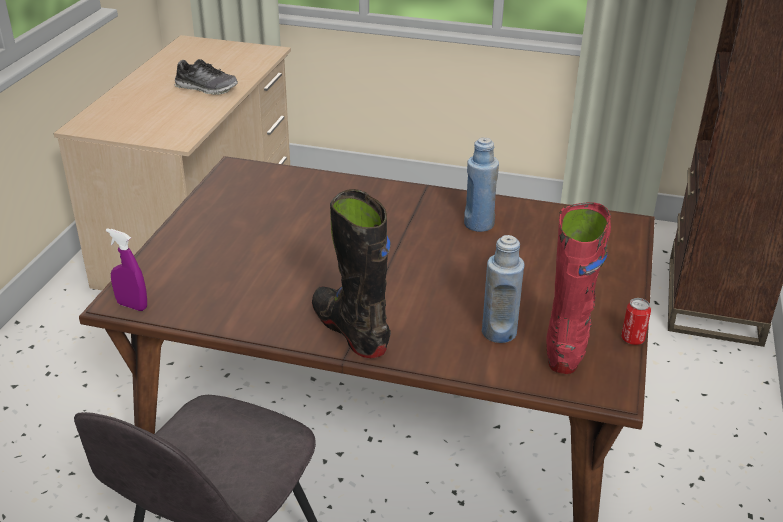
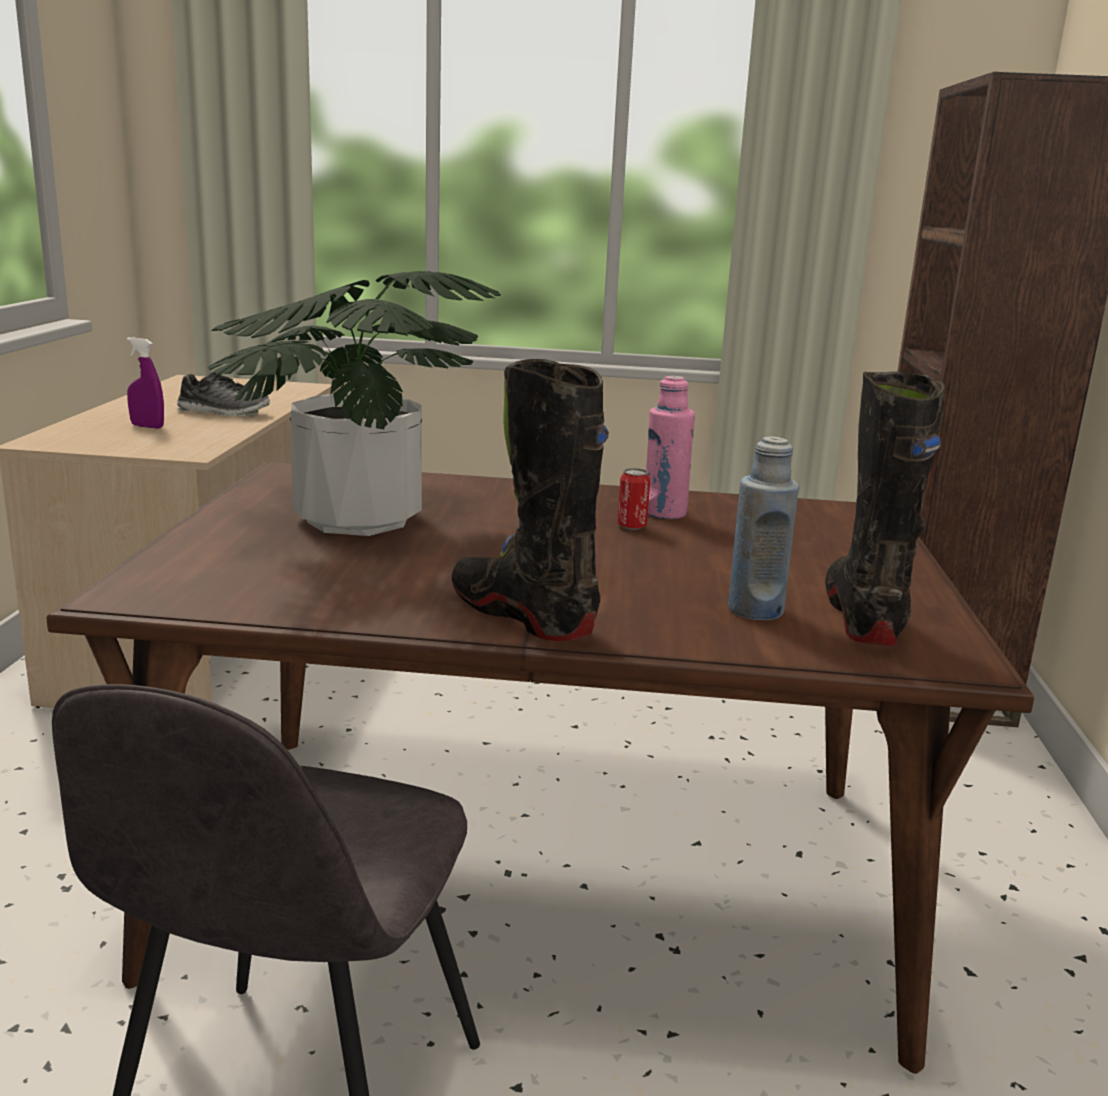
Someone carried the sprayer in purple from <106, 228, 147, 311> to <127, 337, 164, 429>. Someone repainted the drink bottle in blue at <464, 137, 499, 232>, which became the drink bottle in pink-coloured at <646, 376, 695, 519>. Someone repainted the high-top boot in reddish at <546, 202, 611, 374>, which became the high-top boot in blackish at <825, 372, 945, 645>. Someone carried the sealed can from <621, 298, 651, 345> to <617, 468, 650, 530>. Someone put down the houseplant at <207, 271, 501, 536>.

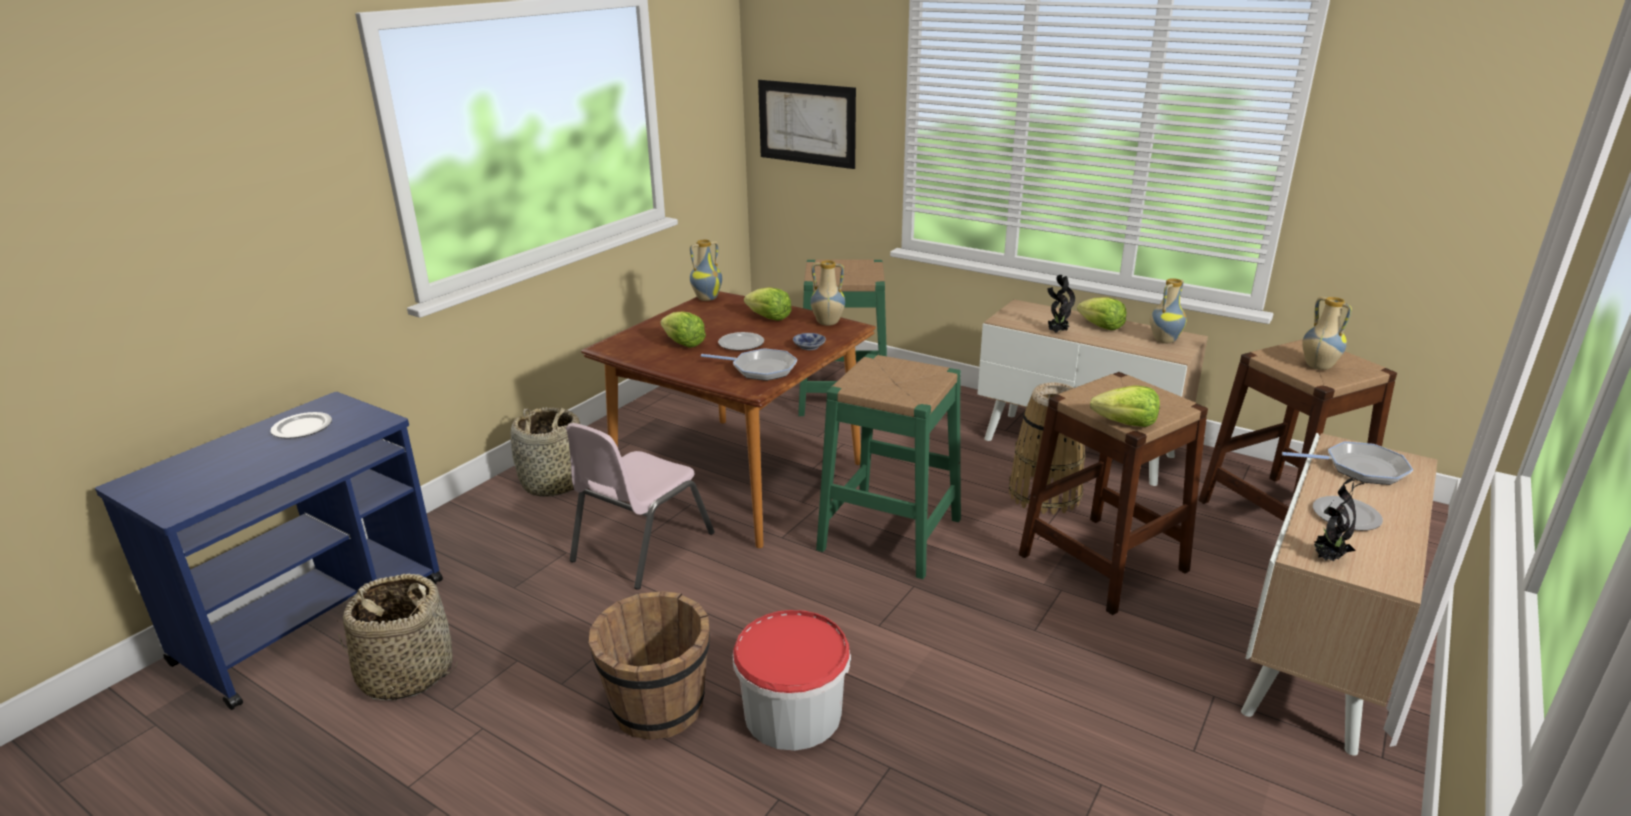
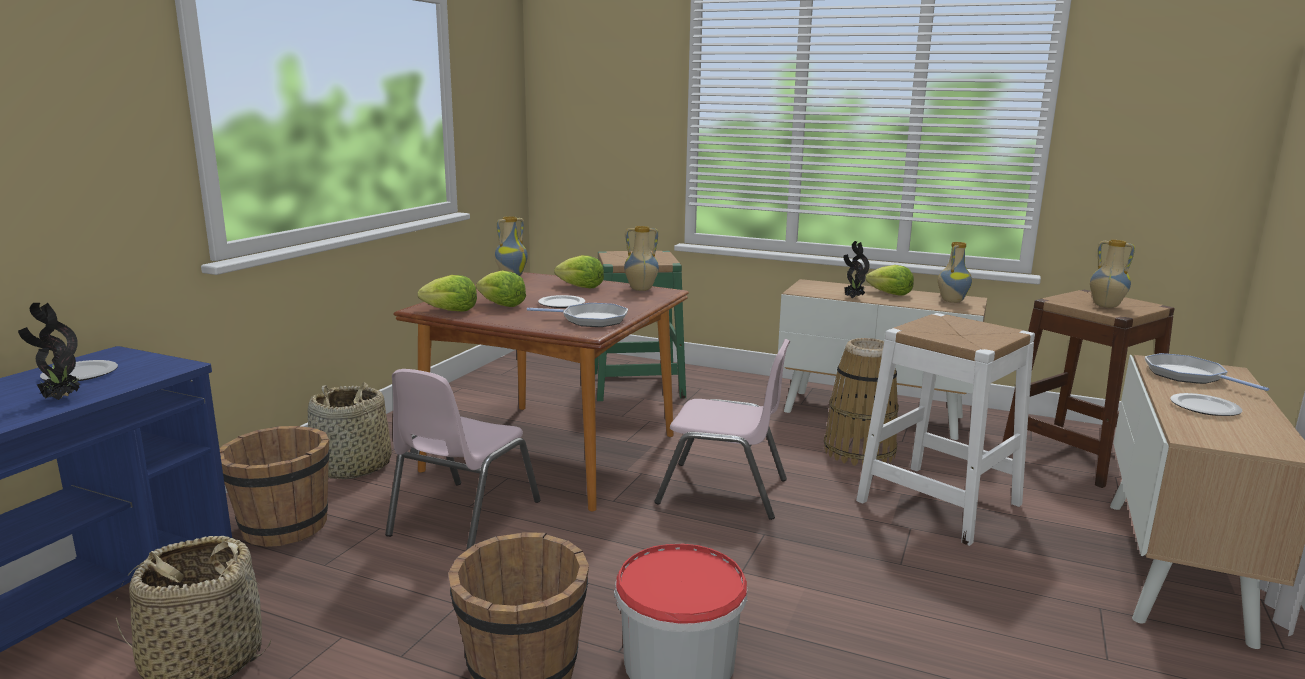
Someone took away the wall picture at <758, 80, 856, 169>. Someone took away the bowl at <793, 333, 826, 350>. Someone swapped the stool seat in green-coloured at <816, 354, 961, 579> for the chair in pink-coloured at <654, 339, 790, 520>. Someone repainted the stool seat in brownish at <1019, 372, 1208, 615>, which became the stool seat in white at <856, 313, 1035, 546>. Someone carried the lettuce head from <1090, 385, 1160, 427> to <418, 275, 477, 312>. Someone rotated the frying pan at <1282, 441, 1413, 485> by 120 degrees counterclockwise. Someone carried the houseplant from <1313, 478, 1364, 562> to <18, 303, 80, 400>. Someone put down the bucket in brownish at <219, 426, 330, 547>.

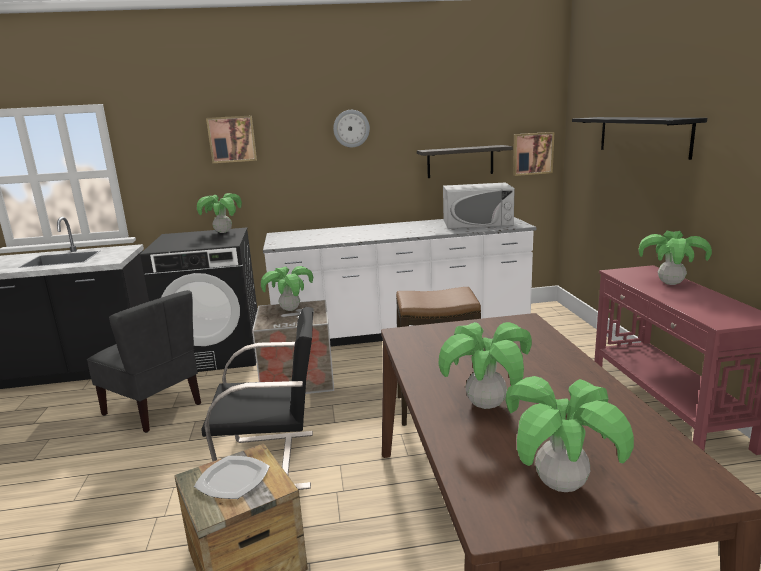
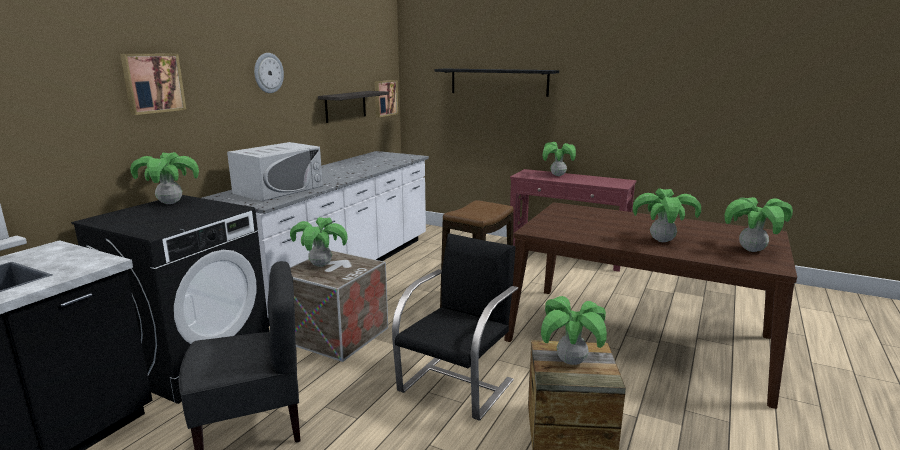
Someone swapped the plate at <194, 456, 270, 499> for the houseplant at <541, 296, 607, 365>. Someone carried the kitchen microwave in white from <443, 183, 515, 229> to <227, 142, 323, 201>.

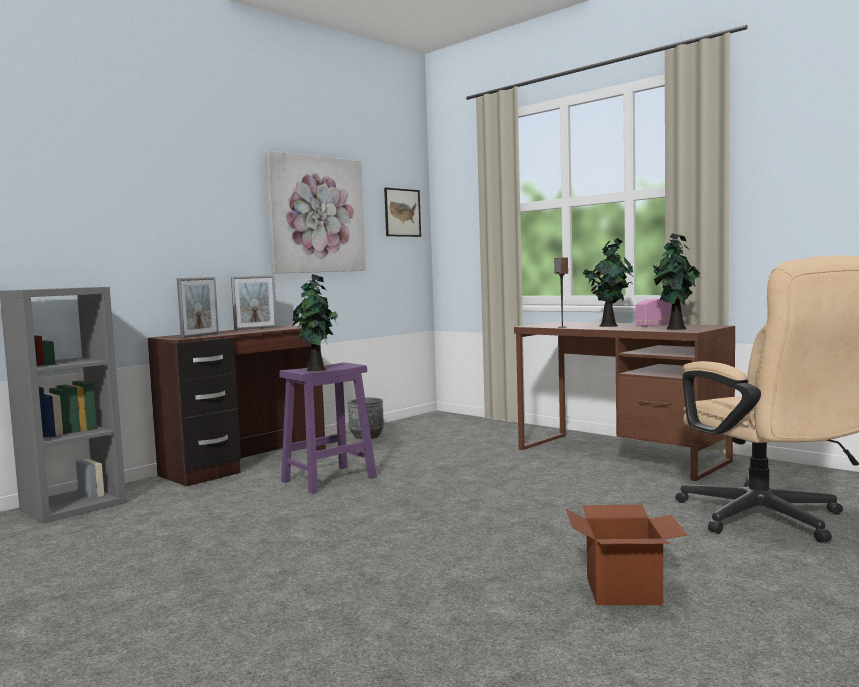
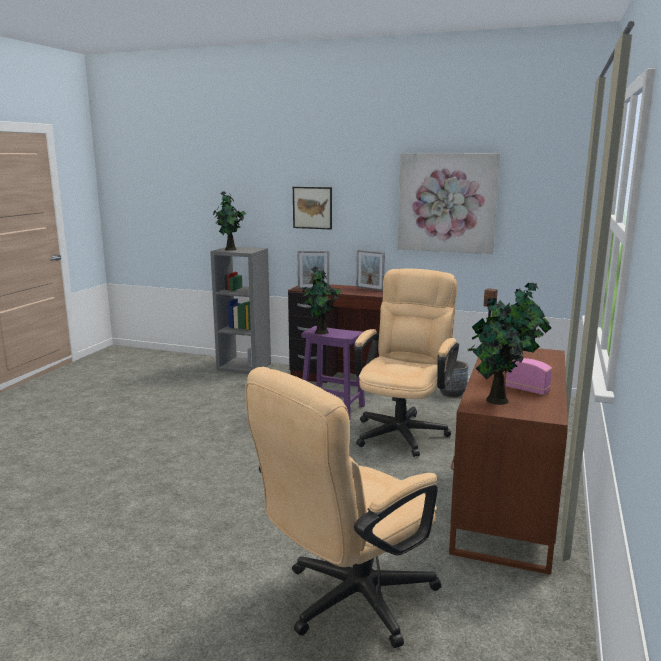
Someone carried the wall picture from <384, 188, 421, 237> to <293, 187, 332, 229>. Someone took away the packing box at <566, 505, 688, 605>. Someone put down the houseplant at <213, 191, 246, 251>. Someone put down the office chair in sand-coloured at <354, 269, 459, 457>.

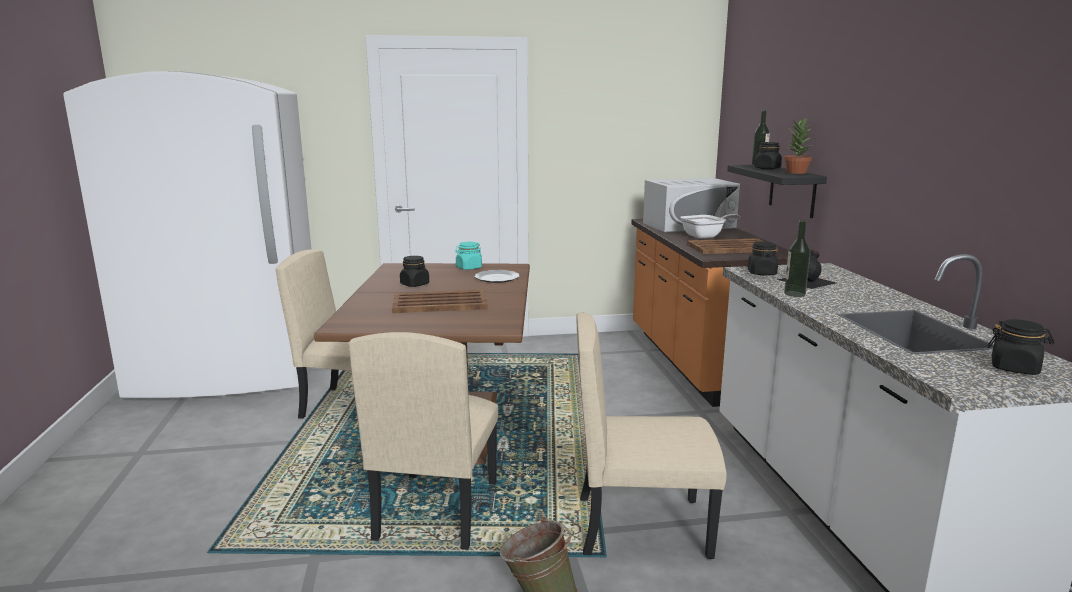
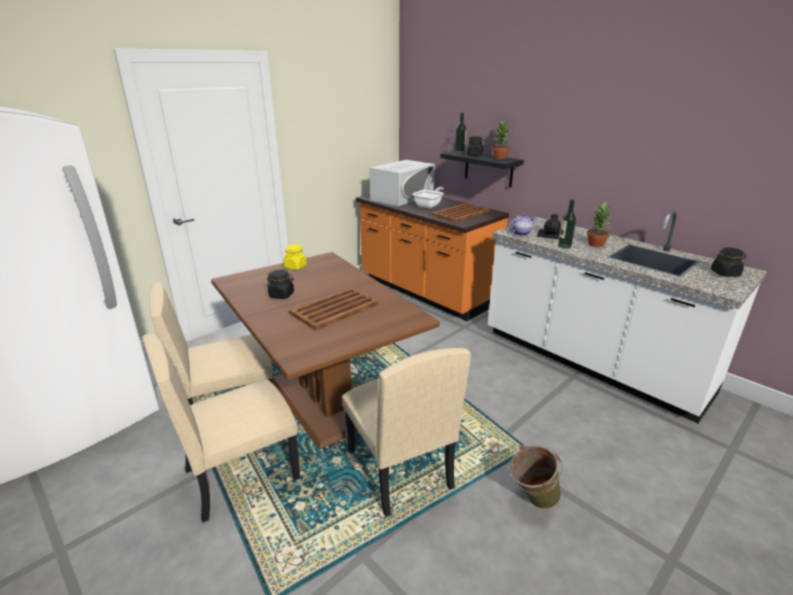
Someone repainted the jar in turquoise-coloured at <455, 242, 482, 270>, which became the jar in yellow at <283, 244, 307, 270>. Someone took away the plate at <475, 270, 520, 283>. Someone carried the chair in sand-coloured from <576, 312, 727, 559> to <142, 333, 300, 522>. Someone swapped the jar in blackish at <748, 241, 778, 275> for the teapot at <509, 214, 536, 236>. Someone put down the houseplant at <587, 201, 612, 247>.

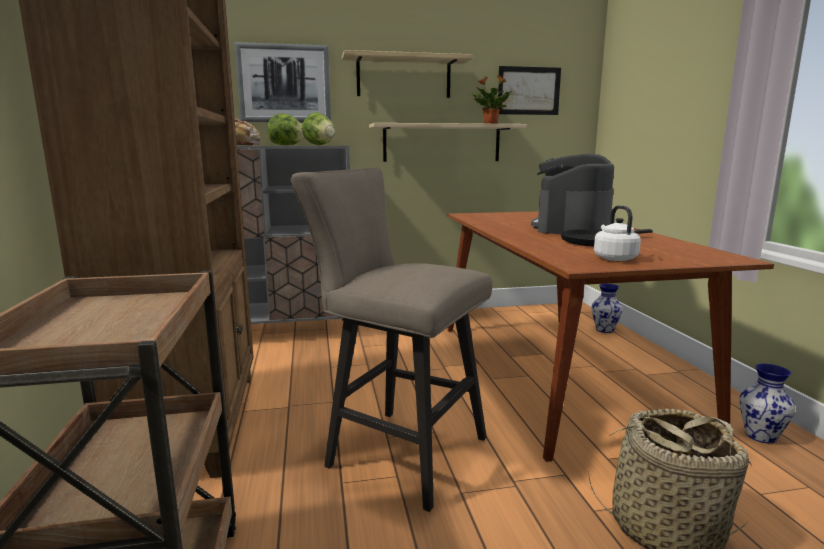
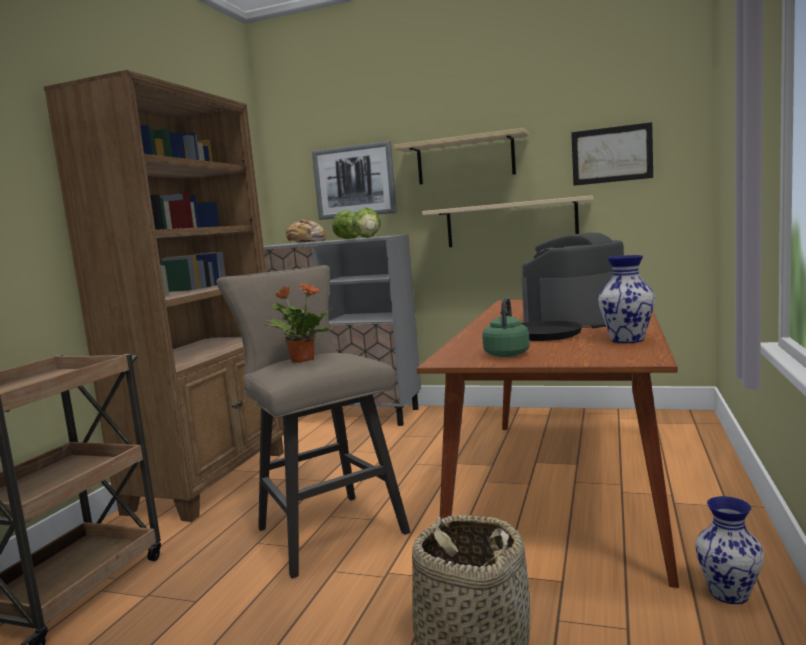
Someone carried the houseplant from <473, 75, 513, 124> to <265, 283, 333, 363>. Someone carried the vase from <591, 284, 623, 333> to <598, 255, 655, 343>. Someone repainted the water kettle in white at <594, 205, 641, 261>, which became the water kettle in green-coloured at <482, 297, 530, 357>.

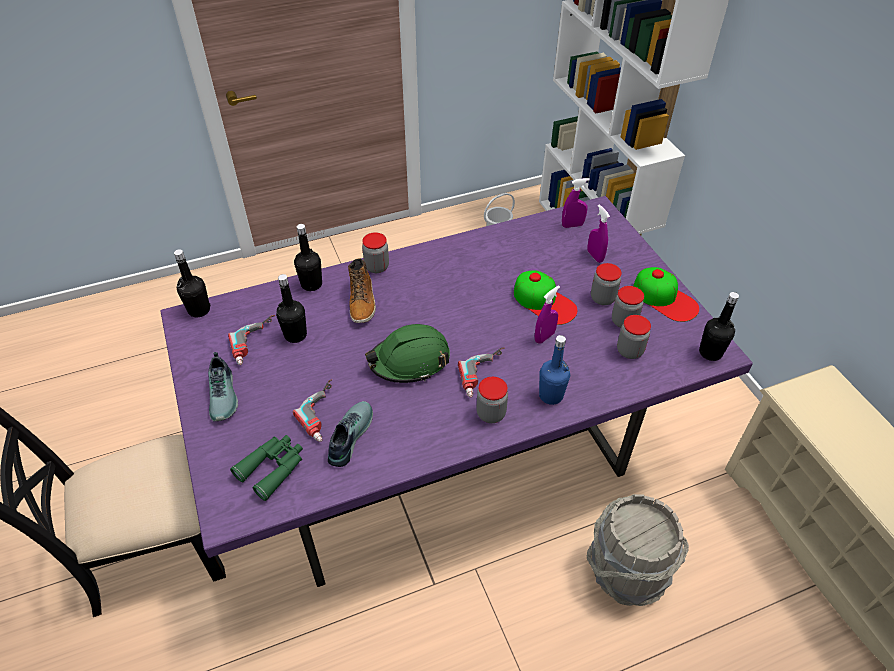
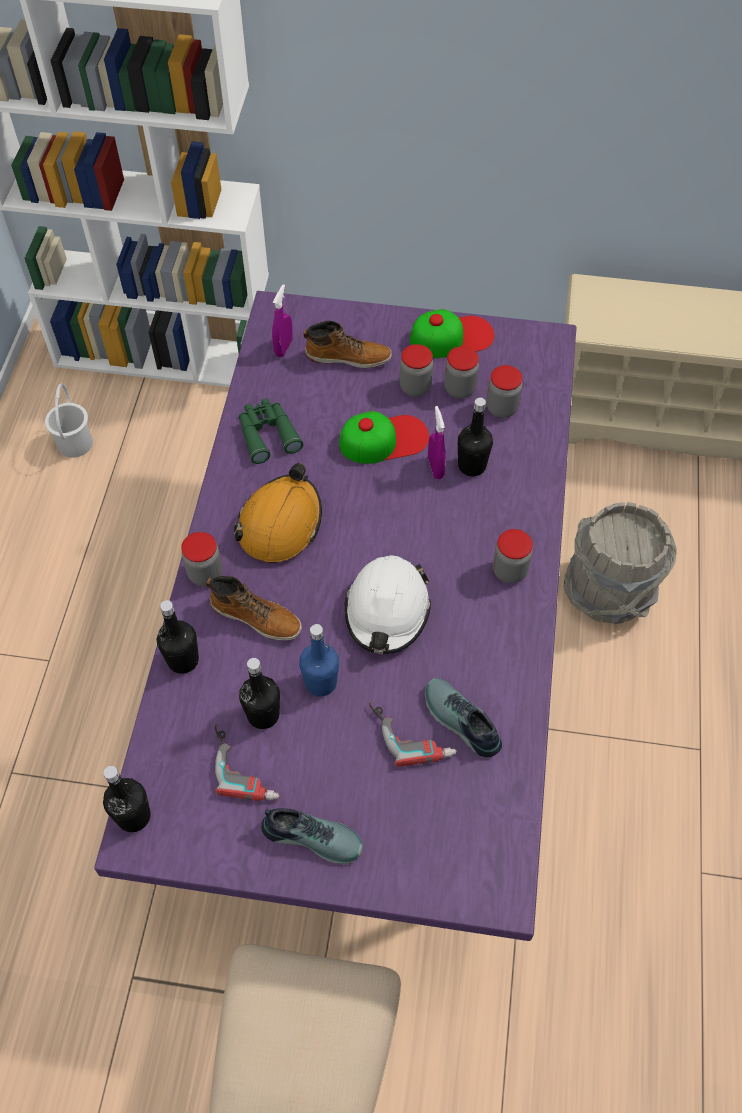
Someone carried the pair of binoculars in green-coloured from <230, 435, 303, 501> to <239, 399, 303, 464>. Someone repainted the work helmet in green-coloured at <365, 324, 450, 383>, which became the work helmet in white at <344, 555, 431, 654>. Someone took away the power drill at <458, 347, 505, 398>. Someone carried the drink bottle in blue from <539, 335, 570, 405> to <299, 624, 339, 697>. Someone swapped the sprayer in purple at <588, 204, 610, 263> for the high-top boot at <303, 321, 392, 368>. Someone carried the drink bottle in blackish from <699, 292, 739, 361> to <458, 397, 493, 477>. Someone put down the work helmet in orange-coloured at <234, 463, 322, 563>.

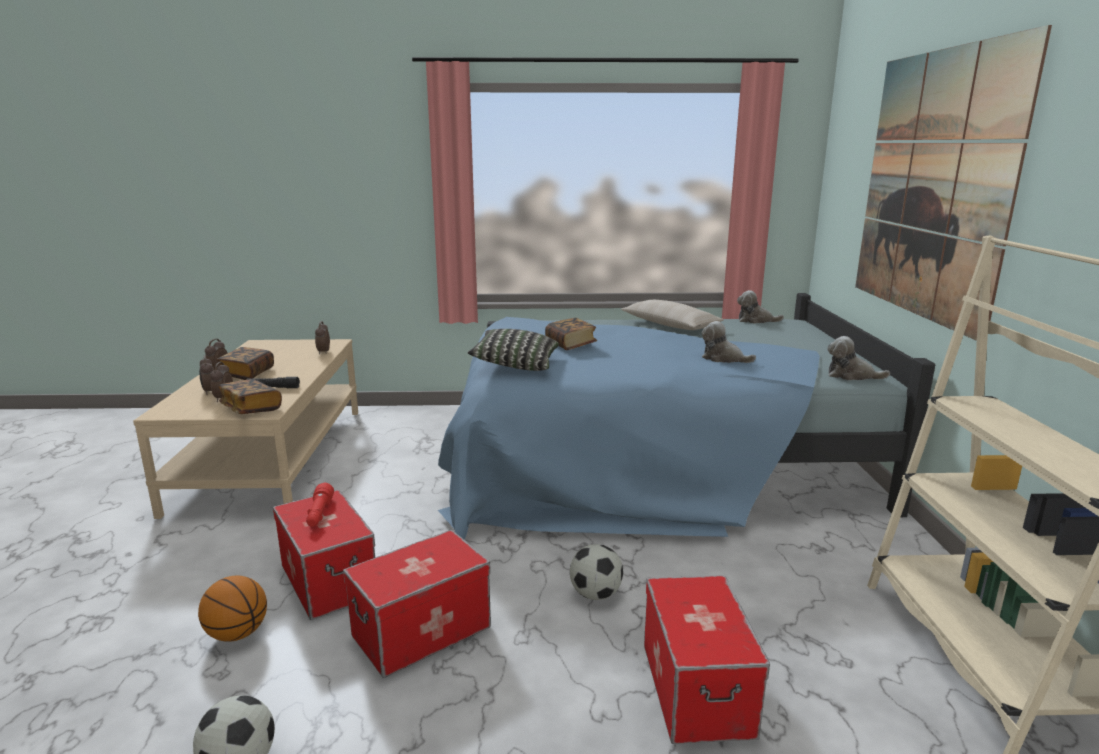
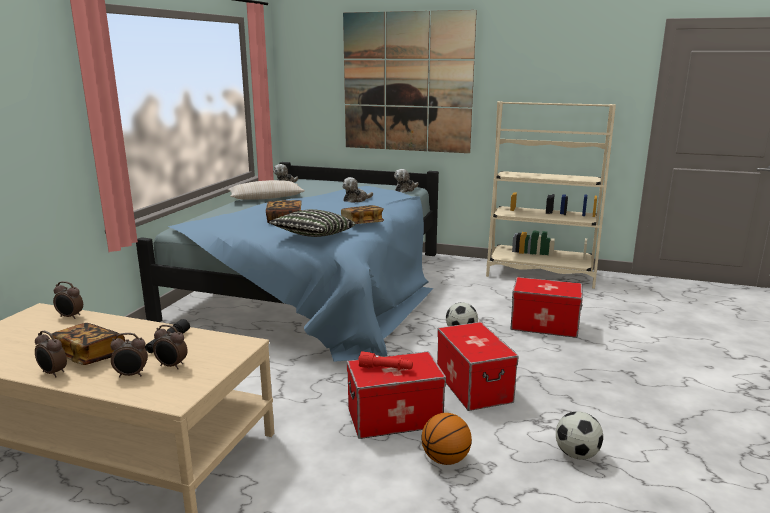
Someone carried the volume from <218, 379, 282, 414> to <341, 205, 384, 224>.

